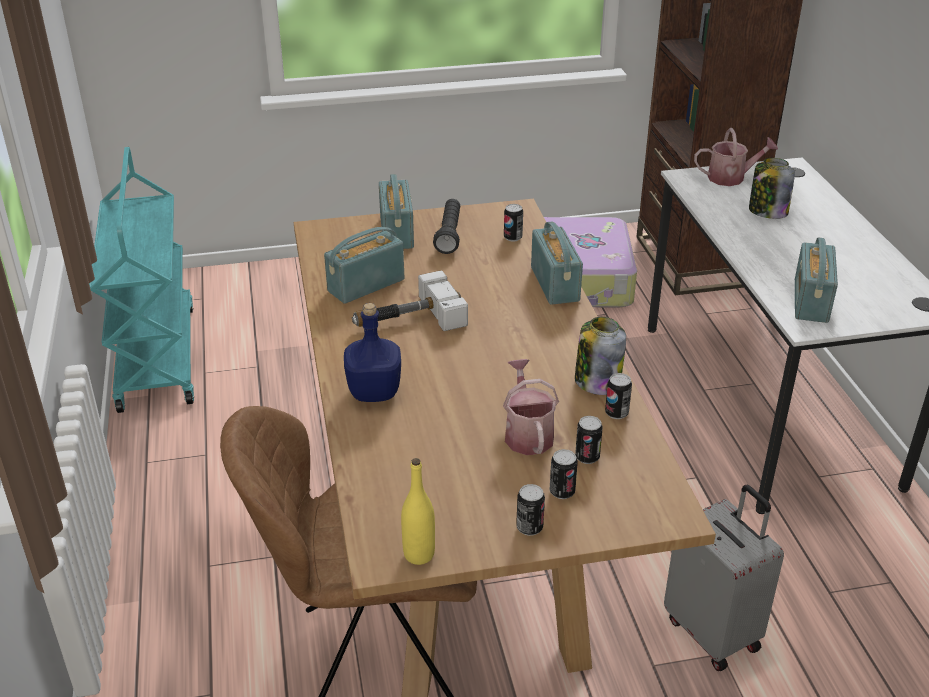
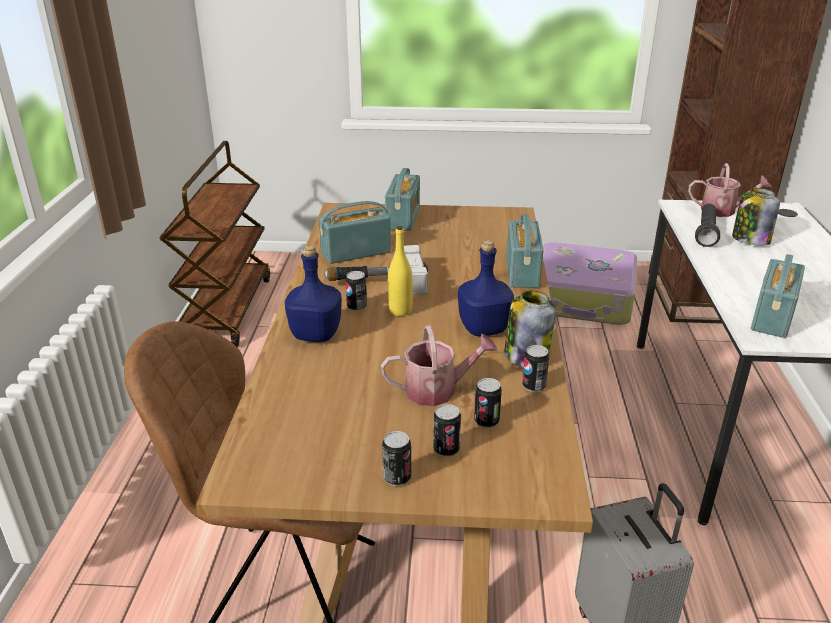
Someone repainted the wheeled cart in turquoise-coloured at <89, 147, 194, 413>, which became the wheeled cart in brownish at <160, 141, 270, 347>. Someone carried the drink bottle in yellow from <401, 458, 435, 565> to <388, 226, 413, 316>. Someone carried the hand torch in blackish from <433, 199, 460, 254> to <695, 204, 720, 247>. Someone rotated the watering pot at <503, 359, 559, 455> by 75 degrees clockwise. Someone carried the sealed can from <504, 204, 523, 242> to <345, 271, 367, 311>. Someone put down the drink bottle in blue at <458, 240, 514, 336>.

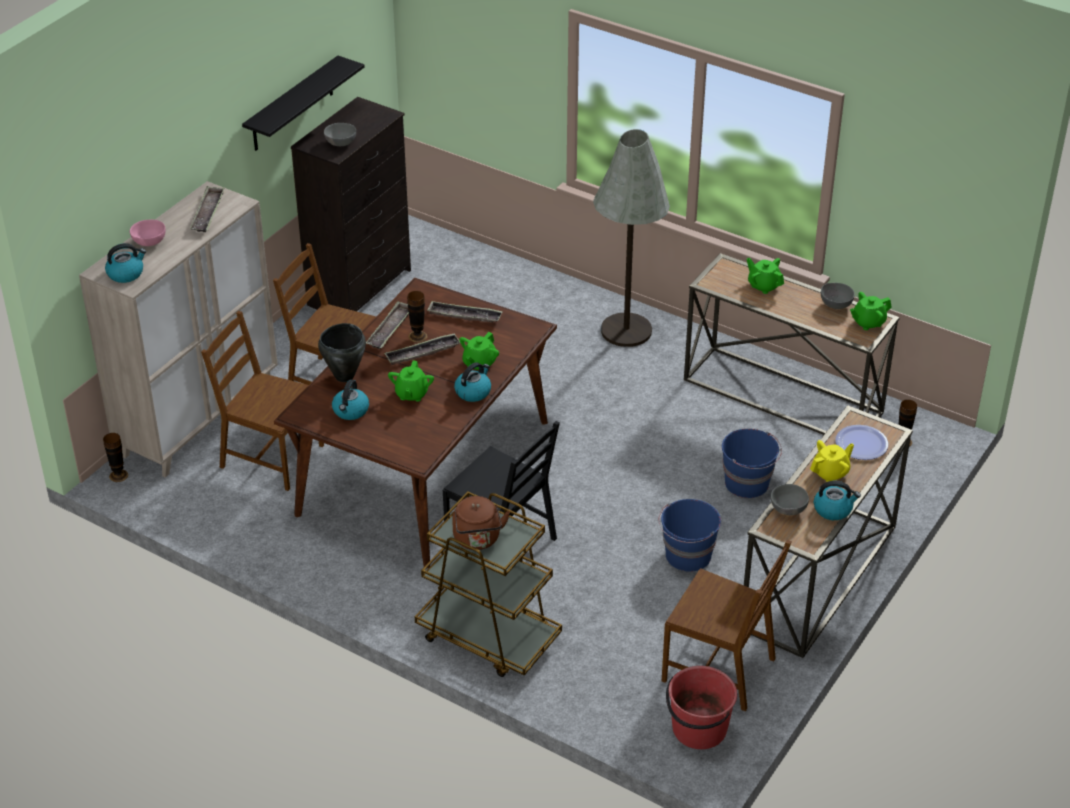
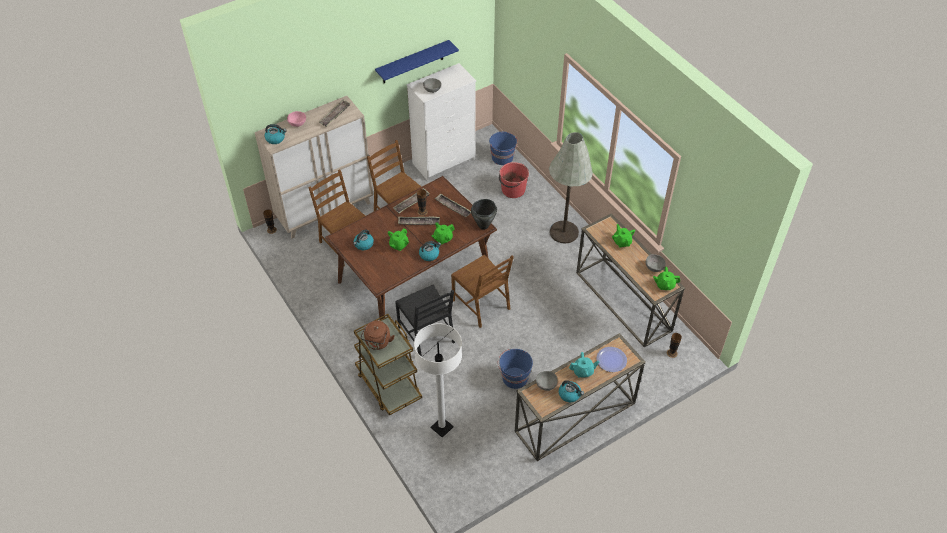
Someone repainted the bracket shelf in blackish at <242, 56, 365, 151>, which became the bracket shelf in blue at <375, 40, 459, 83>. Someone repainted the dresser in blackish at <291, 97, 411, 311>, which became the dresser in white at <407, 63, 476, 181>. Someone carried the saucepot in blackish from <318, 323, 366, 382> to <471, 199, 497, 230>. Someone carried the chair in brownish from <662, 540, 792, 711> to <451, 255, 514, 328>. Someone carried the bucket in reddish from <666, 666, 737, 749> to <499, 162, 529, 198>. Someone carried the bucket in blue from <722, 429, 782, 498> to <489, 132, 518, 165>. Someone repainted the teapot in yellow at <810, 440, 854, 482>, which became the teapot in turquoise-coloured at <569, 352, 599, 378>. Someone put down the standard lamp in white at <414, 323, 462, 438>.

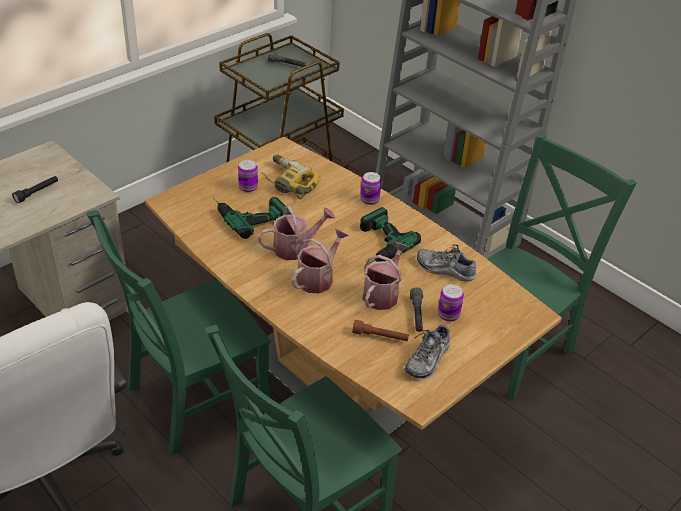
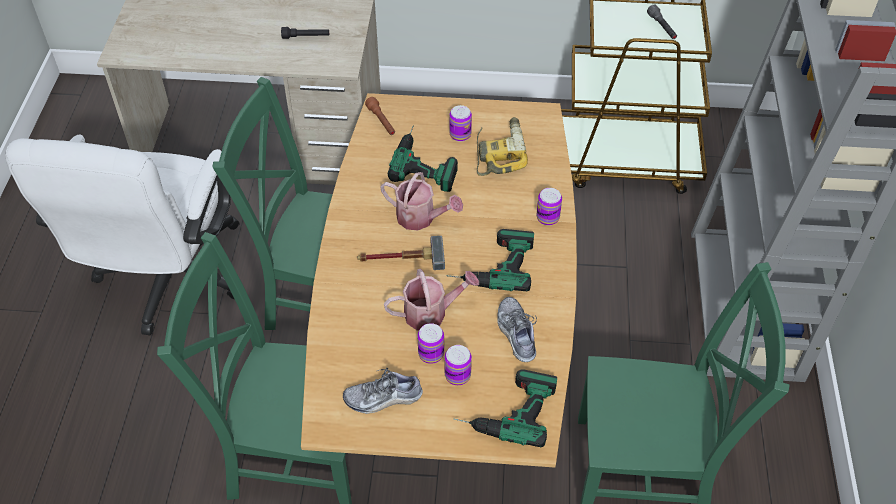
Someone swapped the watering pot at <292, 229, 349, 293> for the hammer at <357, 236, 445, 270>. Someone carried the hand torch in brownish from <352, 320, 409, 341> to <365, 97, 395, 135>. Someone swapped the hand torch in greyish at <410, 287, 423, 332> for the sealed can at <417, 323, 444, 364>. Someone put down the power drill at <454, 369, 557, 447>.

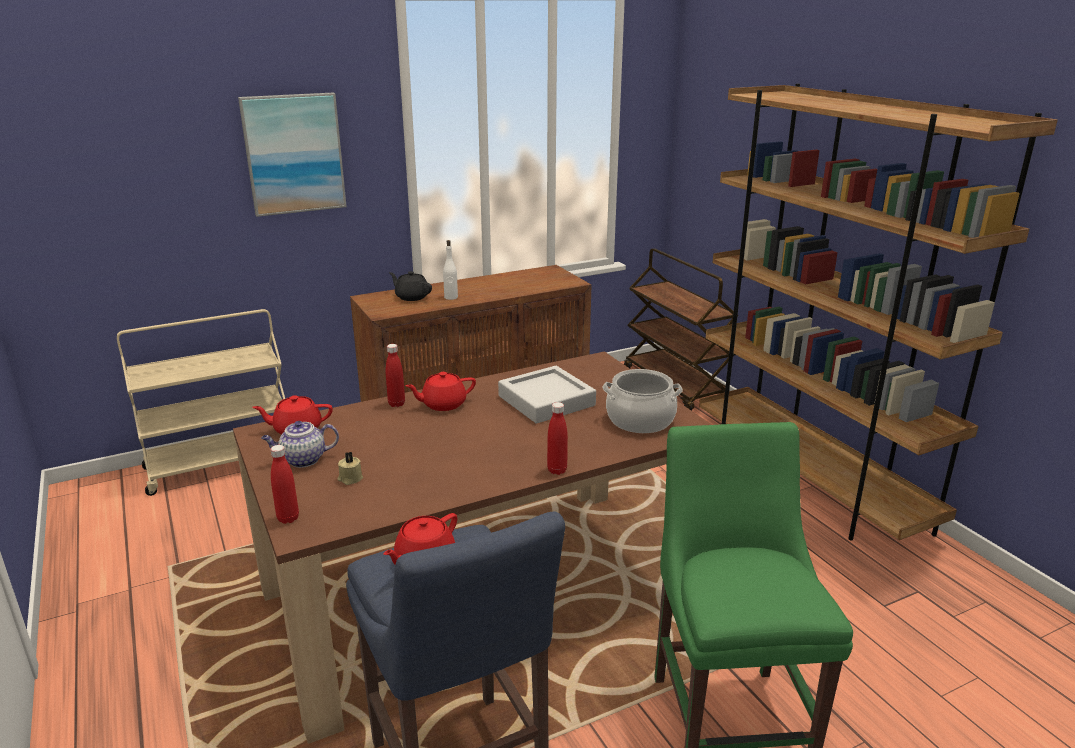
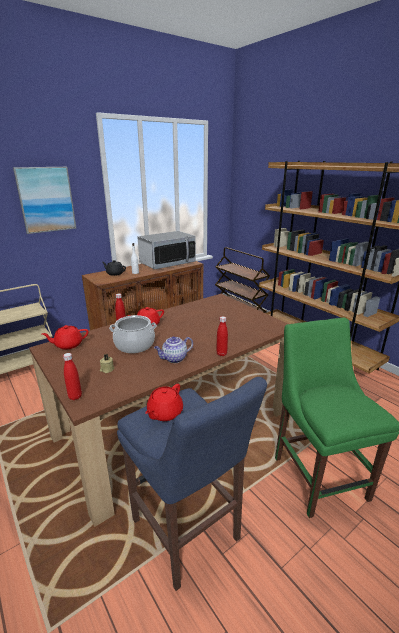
Someone carried the teapot from <261, 421, 339, 468> to <154, 336, 193, 363>. Someone took away the carrying tray in greyish at <498, 366, 596, 424>. Someone carried the saucepot from <602, 369, 683, 433> to <109, 315, 157, 353>. Someone put down the kitchen microwave at <138, 231, 196, 270>.

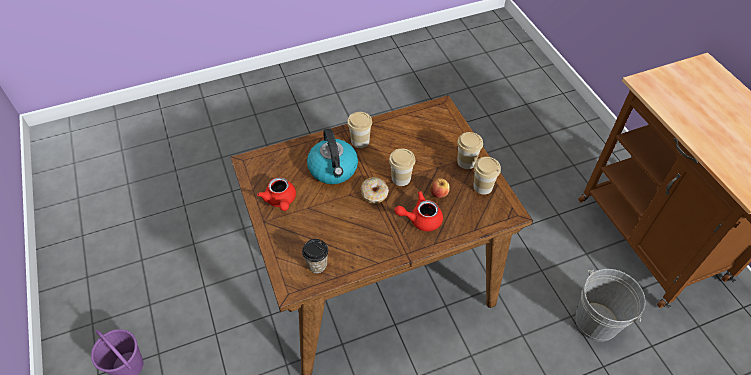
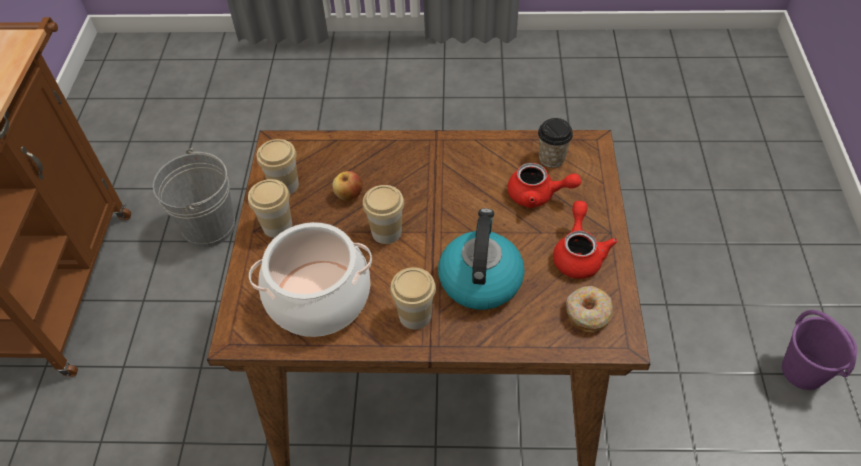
Someone carried the donut from <361, 177, 389, 204> to <566, 286, 613, 332>. Someone carried the teapot in reddish from <394, 191, 443, 231> to <507, 163, 581, 208>. Someone put down the saucepot at <249, 222, 372, 337>.

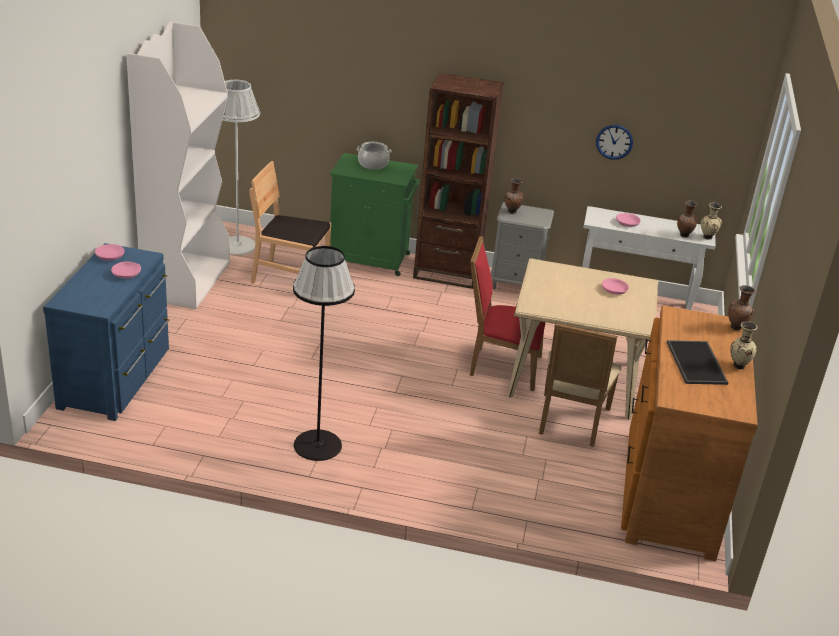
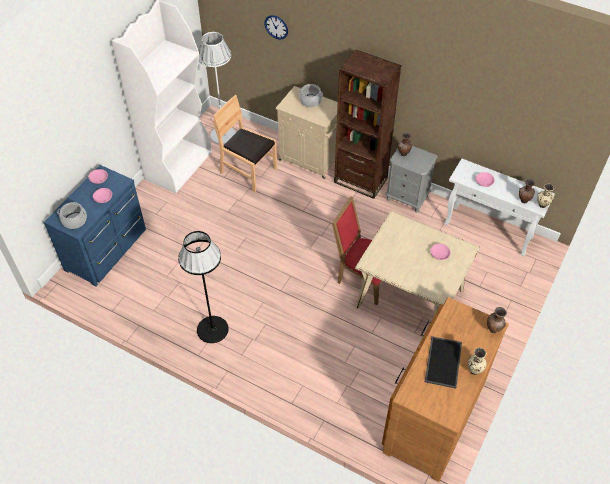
Someone repainted the cupboard in green-coloured at <330, 153, 420, 276>, which became the cupboard in sand-coloured at <276, 86, 338, 179>. Someone took away the chair in sand-coloured at <539, 323, 621, 447>. Someone carried the clock on the wall from <596, 125, 633, 160> to <264, 15, 288, 40>. Someone put down the saucepot at <57, 202, 87, 229>.

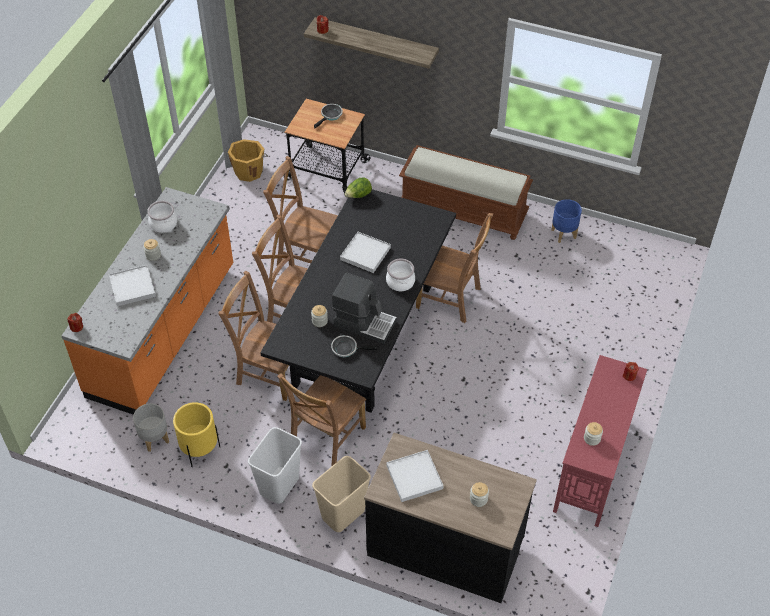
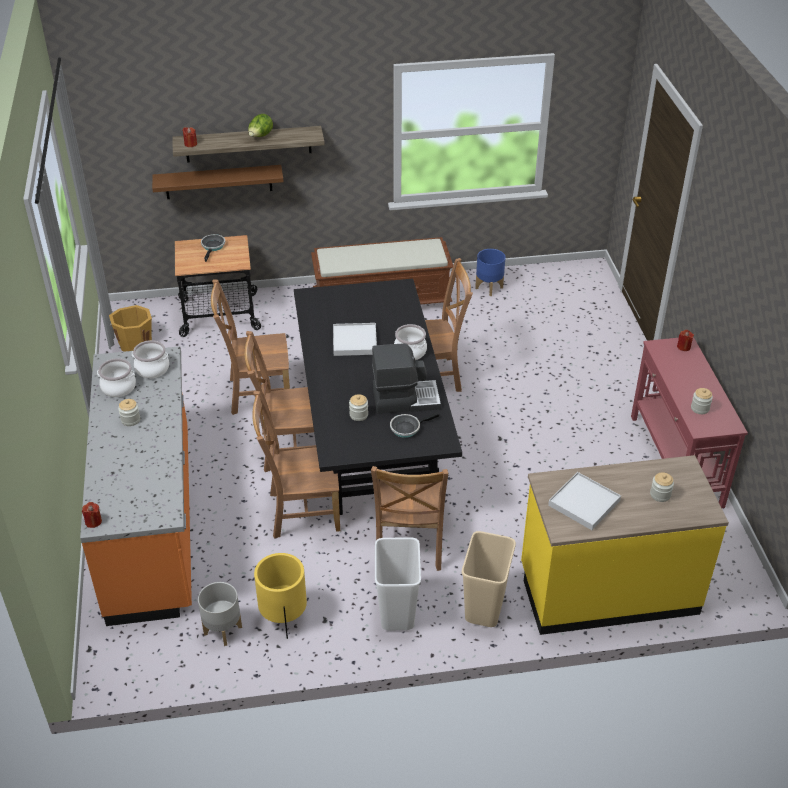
Someone took away the carrying tray in white at <109, 265, 156, 306>. Someone carried the lettuce head from <345, 177, 372, 198> to <248, 114, 273, 137>. Someone repainted the kitchen counter in blackish at <364, 433, 537, 603>, which became the kitchen counter in yellow at <521, 455, 729, 635>. Someone put down the saucepot at <132, 340, 169, 378>. Someone put up the bracket shelf in brownish at <152, 165, 284, 199>.

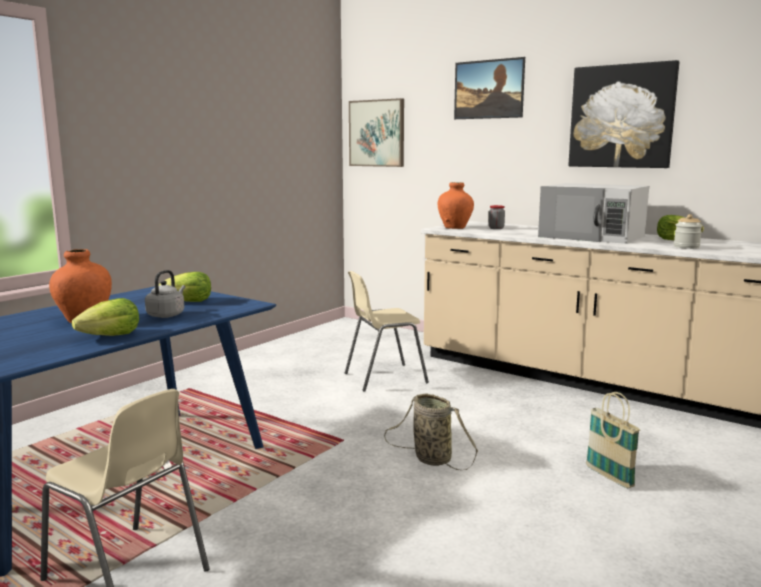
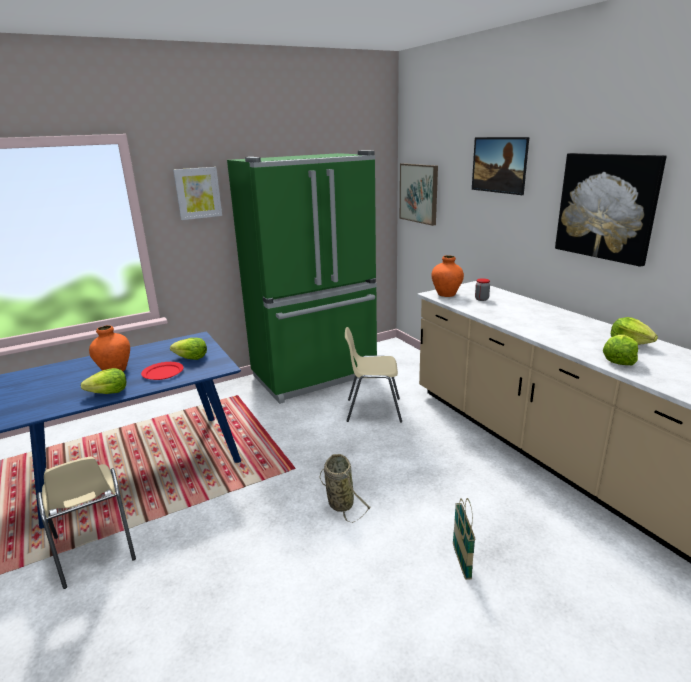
Someone swapped the water kettle in greyish at <145, 270, 185, 318> for the plate in reddish at <141, 362, 184, 380>. Someone took away the kitchen microwave in white at <538, 183, 649, 244>. Someone swapped the jar at <674, 214, 702, 249> for the lettuce head at <603, 335, 638, 365>. Someone put up the wall picture at <173, 167, 222, 220>. Someone put down the kitchen fridge in green-coloured at <227, 150, 377, 404>.

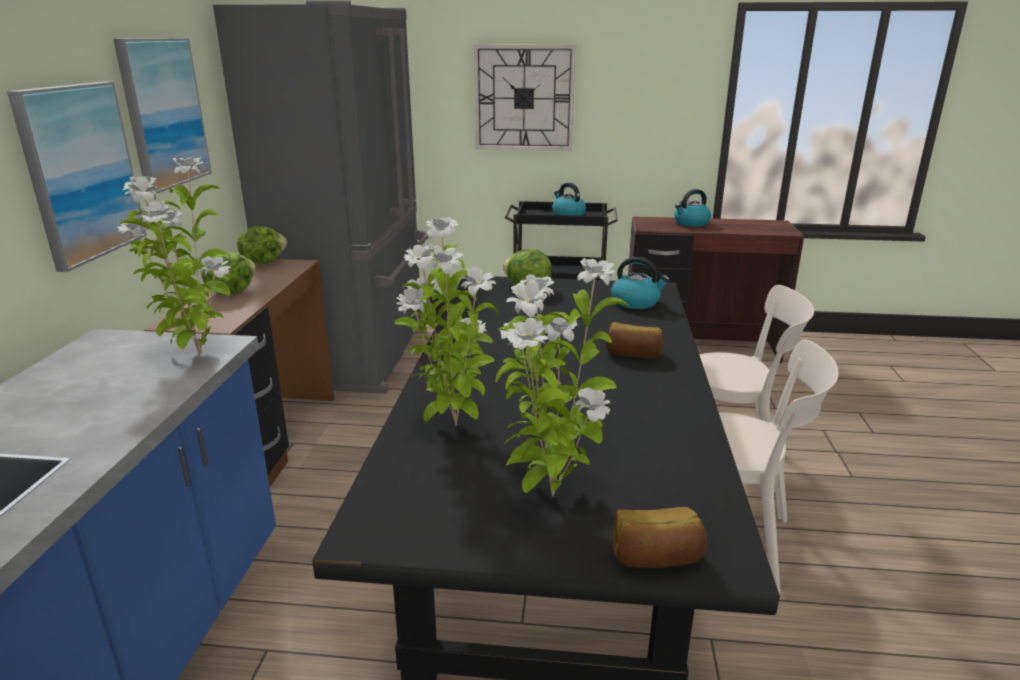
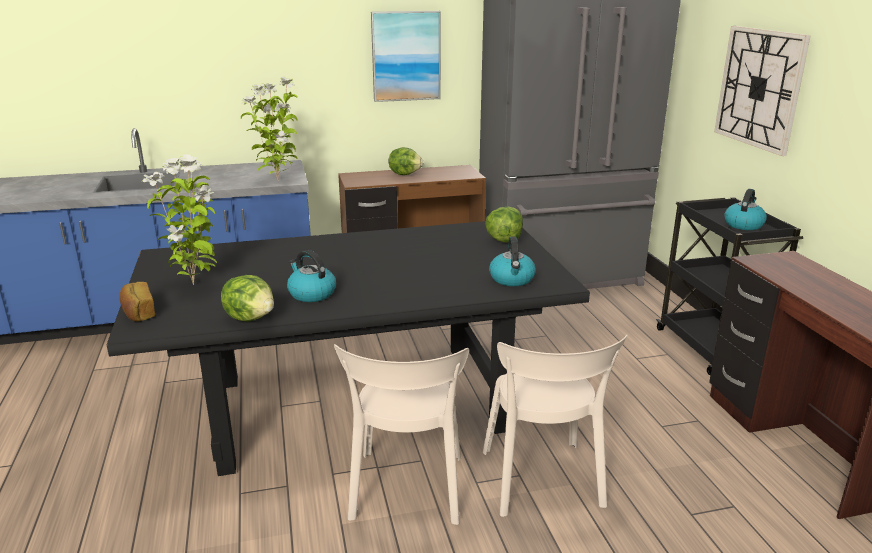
Someone took away the wall picture at <7, 82, 147, 272>. Someone carried the lettuce head from <237, 226, 287, 264> to <221, 275, 274, 322>. Someone took away the houseplant at <394, 217, 498, 425>. Someone took away the baked bread at <606, 322, 663, 359>. Someone carried the water kettle from <675, 189, 711, 227> to <287, 250, 336, 302>.

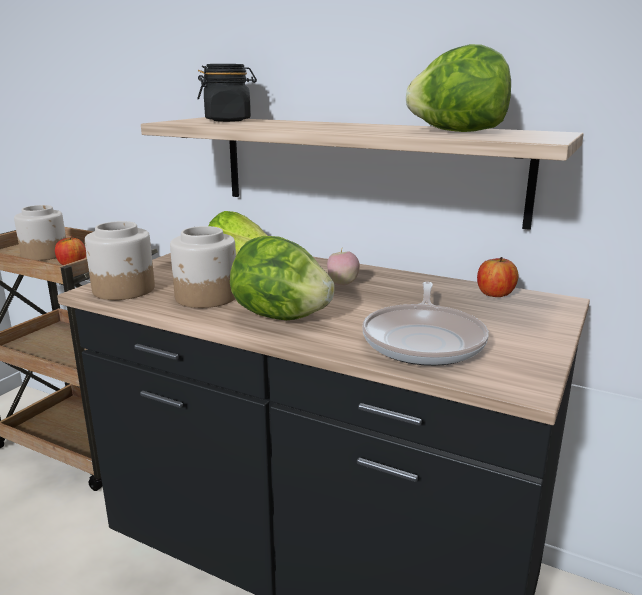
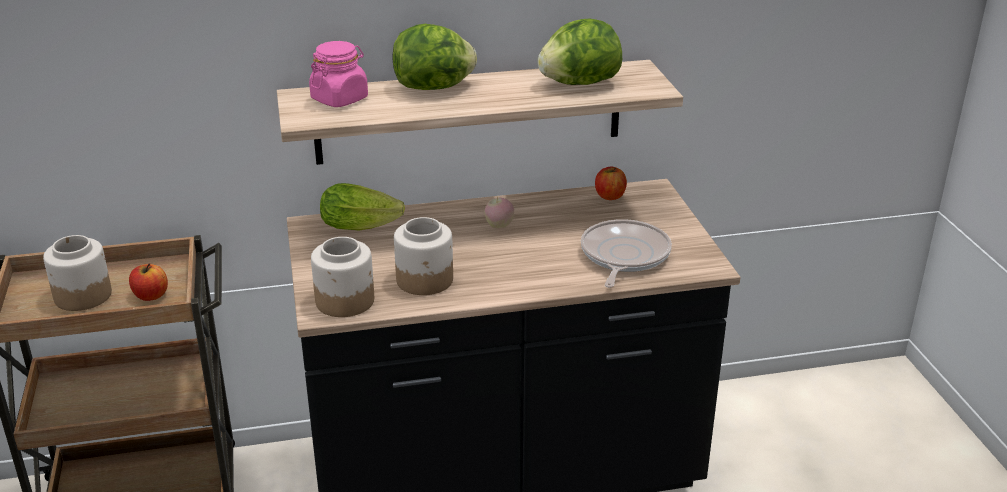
Someone repainted the jar in blackish at <197, 64, 257, 122>, which became the jar in pink-coloured at <309, 41, 368, 107>. Someone carried the lettuce head from <230, 236, 335, 320> to <393, 24, 477, 90>. Someone rotated the frying pan at <362, 282, 489, 366> by 135 degrees counterclockwise.

